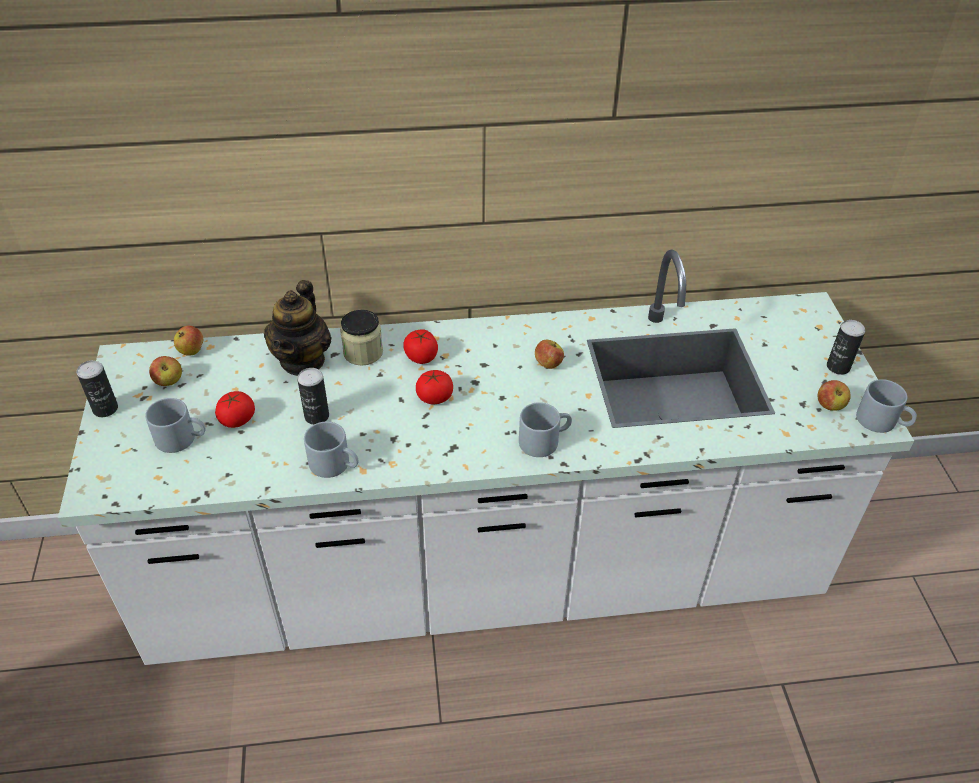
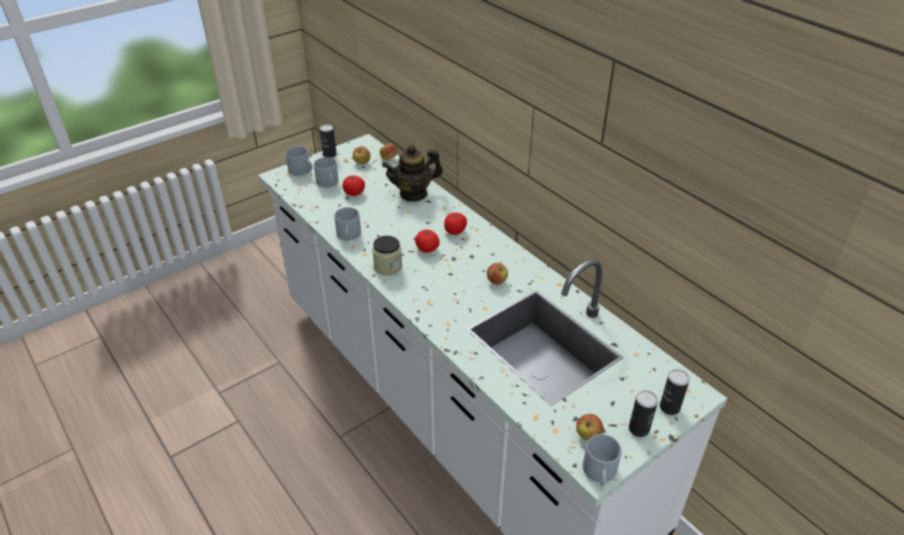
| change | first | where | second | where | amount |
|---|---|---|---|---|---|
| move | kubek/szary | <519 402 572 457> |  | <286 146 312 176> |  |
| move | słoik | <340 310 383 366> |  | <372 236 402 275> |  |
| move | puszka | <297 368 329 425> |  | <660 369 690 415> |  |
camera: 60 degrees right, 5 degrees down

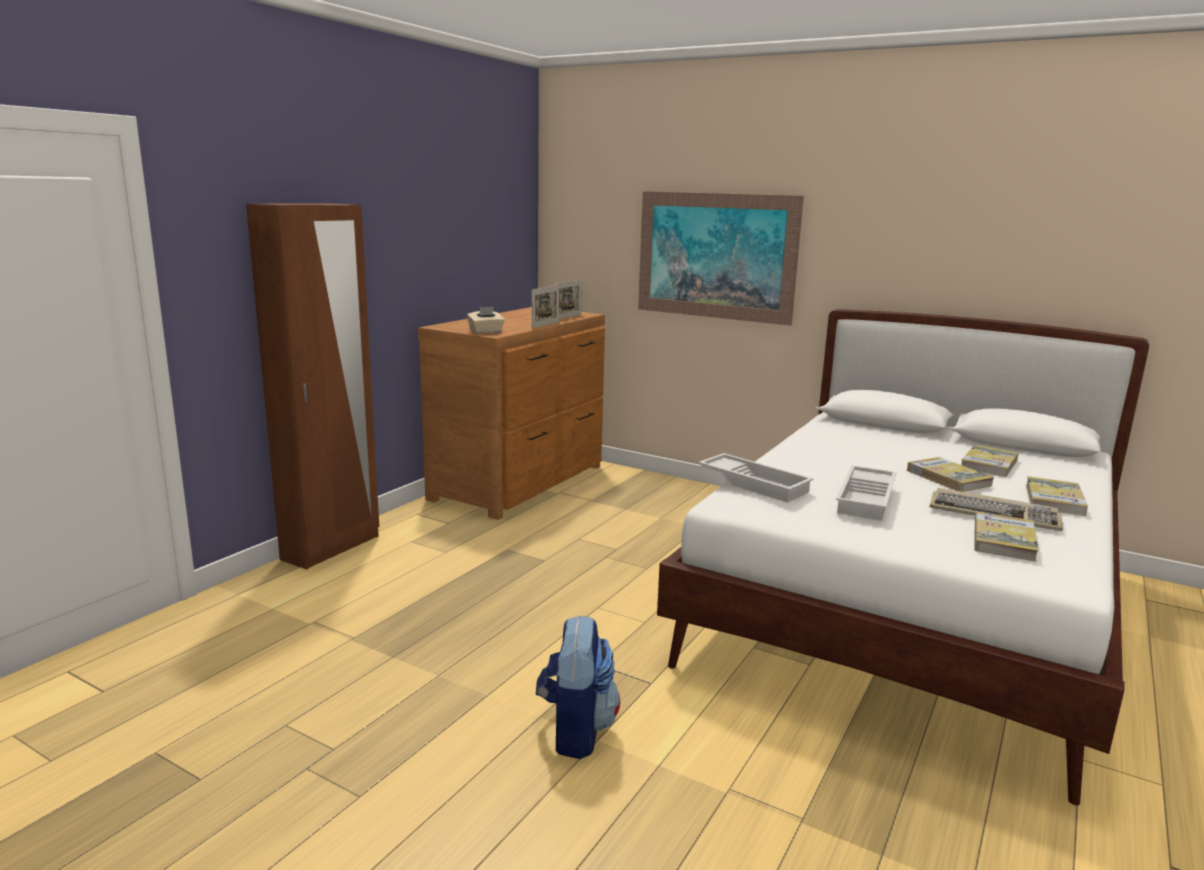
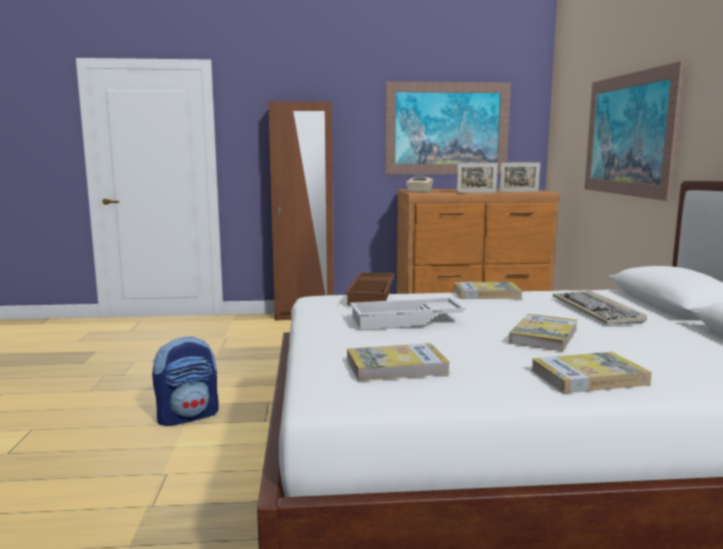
| change | first | where | second | where | amount |
|---|---|---|---|---|---|
| recolor | taca/biały | <698 453 814 503> | taca/brązowy | <345 273 395 305> |  |
| insert |  |  | obraz | <385 81 511 174> |  |
| move | książka | <961 445 1018 477> |  | <454 282 522 299> |  |
| move | klawiatura | <930 488 1063 531> |  | <553 291 647 324> |  |
camera: 55 degrees right, 5 degrees down

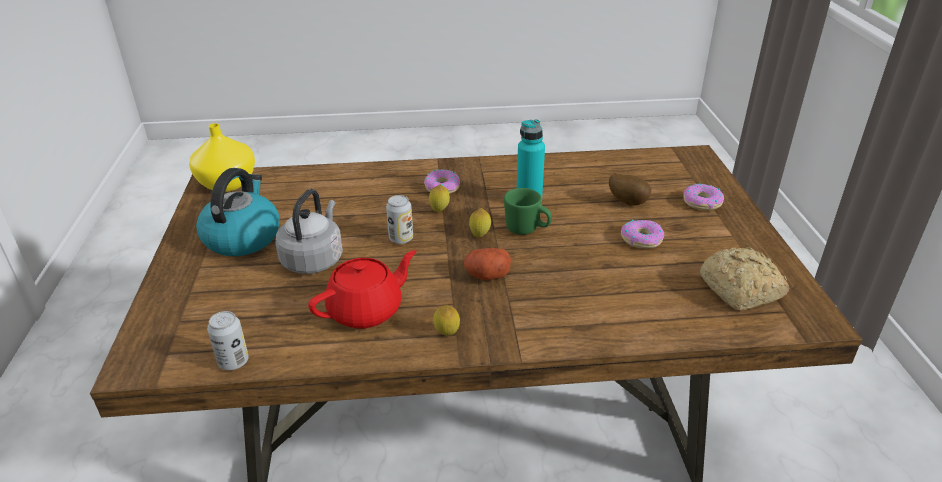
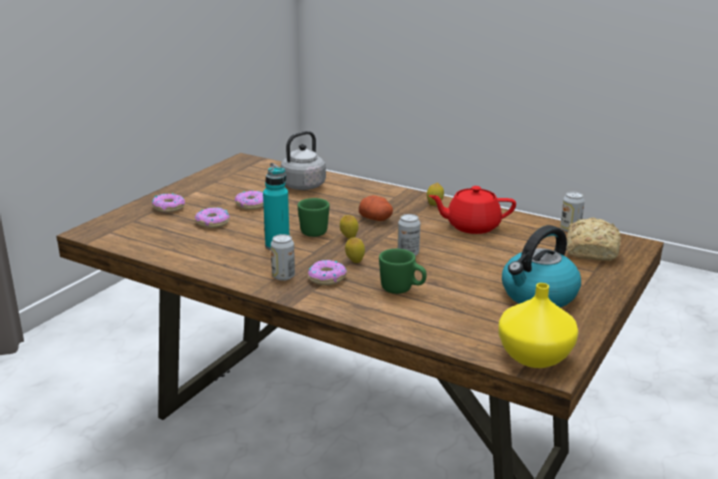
| change | first | where | second | where | amount |
|---|---|---|---|---|---|
| replace | ziemniak | <609 173 651 206> | donut | <194 207 230 228> |  |
| move | czajnik/szary | <275 189 343 274> |  | <270 131 326 190> |  |
| insert |  |  | puszka | <271 234 295 281> |  |
| insert |  |  | kubek/zielony | <379 249 427 294> |  |
| move | chleb | <700 247 789 310> |  | <567 218 621 261> |  |
camera: 145 degrees left, 10 degrees down

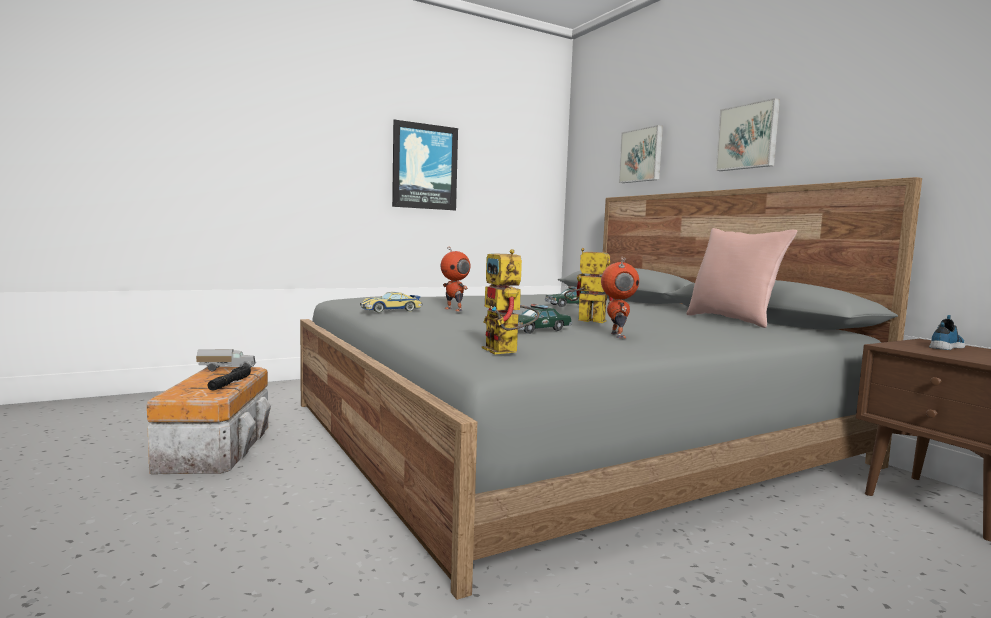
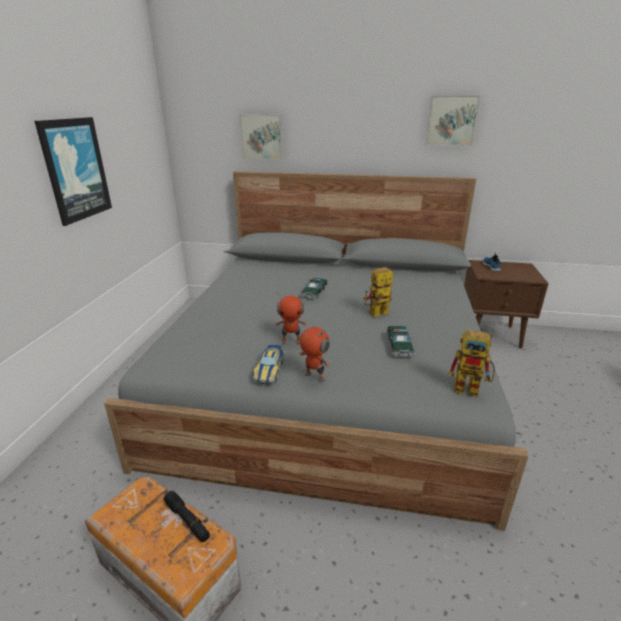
| change | first | where | second | where | amount |
|---|---|---|---|---|---|
| move | robot zabawkowy | <601 257 639 338> |  | <299 327 330 382> |  |
| move | obraz | <715 98 780 171> |  | <426 96 480 146> |  |
| delete | ciężarówka zabawkowa | <196 349 256 371> |  |  |  |
| delete | poduszka/różowy | <686 228 797 328> |  |  |  |
camera: 50 degrees left, 20 degrees up

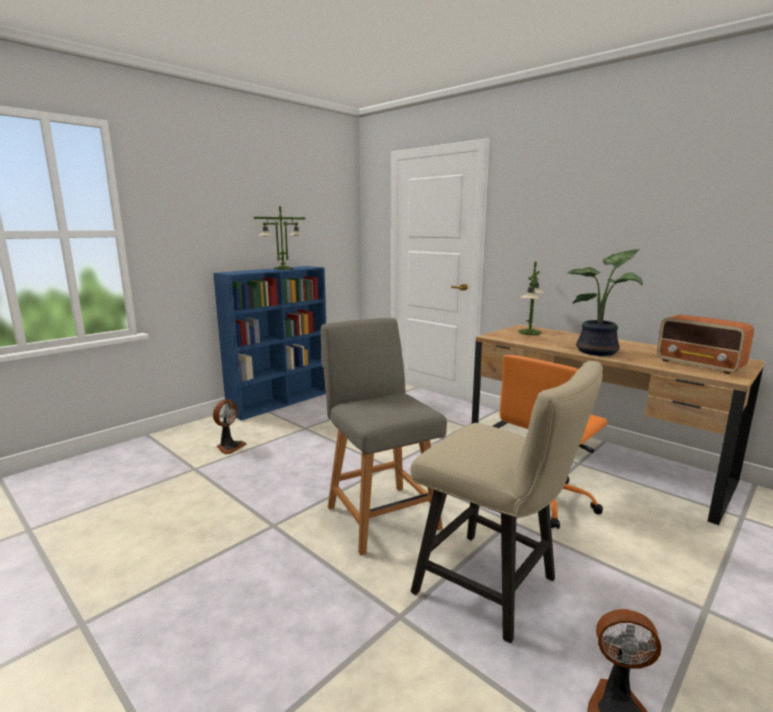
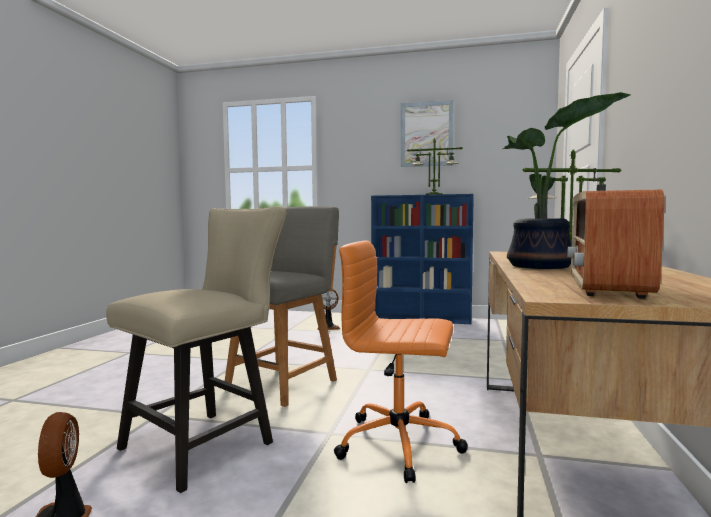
| change | first | where | second | where | amount |
|---|---|---|---|---|---|
| rotate | krzesło/beżowy | <411 361 603 643> |  | <106 206 287 493> | 150 degrees counterclockwise |
| insert |  |  | obraz | <401 100 454 167> |  |
camera: 60 degrees right, 10 degrees down

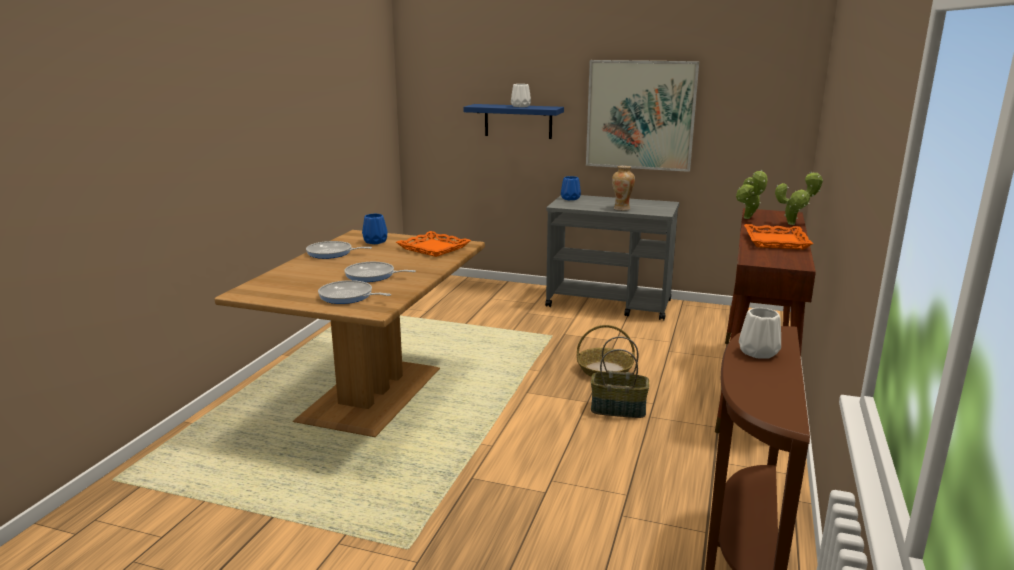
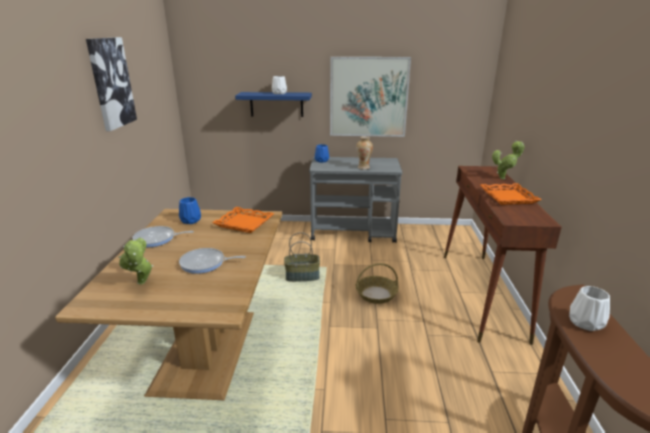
| change | first | where | second | where | amount |
|---|---|---|---|---|---|
| insert |  |  | obraz | <86 37 137 131> |  |
| move | roślina doniczkowa | <736 170 768 219> |  | <118 237 153 284> |  |
| move | koszyk | <591 336 649 418> |  | <284 232 320 282> |  |
| delete | patelnia | <318 280 391 304> |  |  |  |
camera: 15 degrees left, 5 degrees up

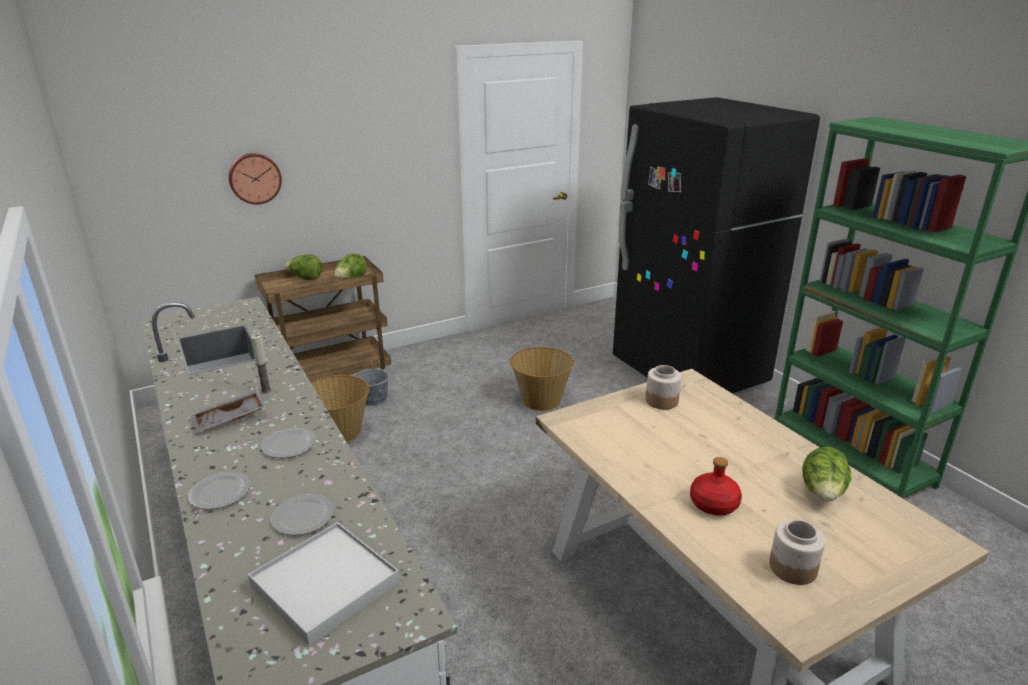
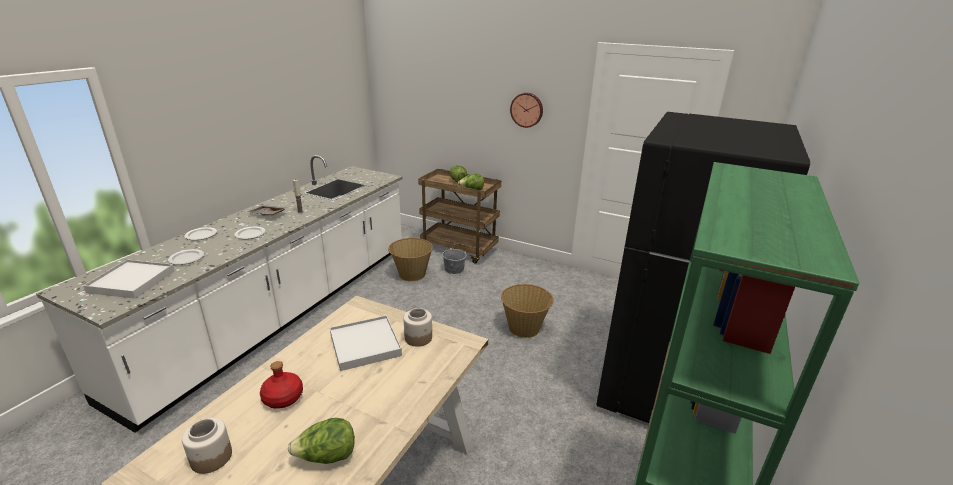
| change | first | where | second | where | amount |
|---|---|---|---|---|---|
| insert |  |  | taca/biały | <330 315 402 371> |  |
| move | zegar ścienny | <229 153 282 205> |  | <510 93 543 128> |  |
camera: 55 degrees right, 0 degrees up

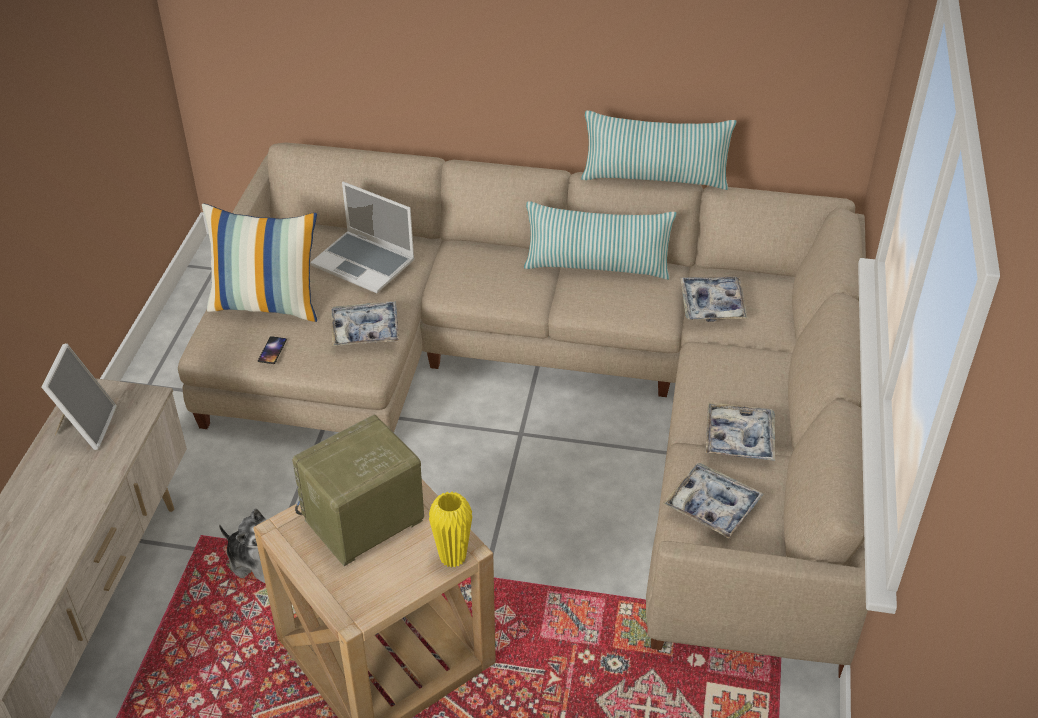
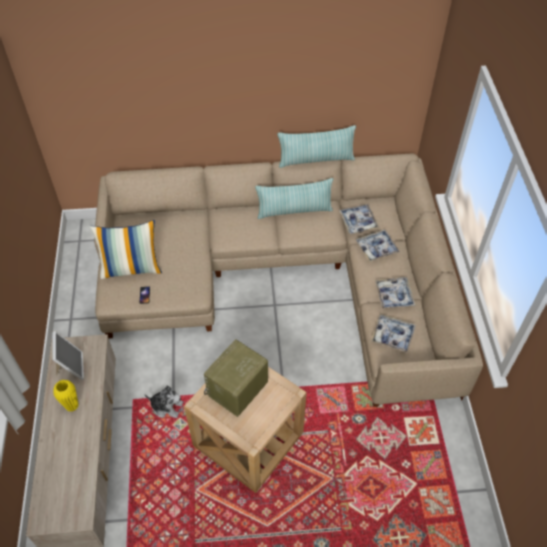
| change | first | where | second | where | amount |
|---|---|---|---|---|---|
| move | wazon/żółty | <429 492 472 568> |  | <53 380 79 412> |  |
| move | taca | <331 301 399 346> |  | <356 230 400 262> |  |
| delete | laptop | <310 181 415 293> |  |  |  |
camera: 15 degrees left, 10 degrees up

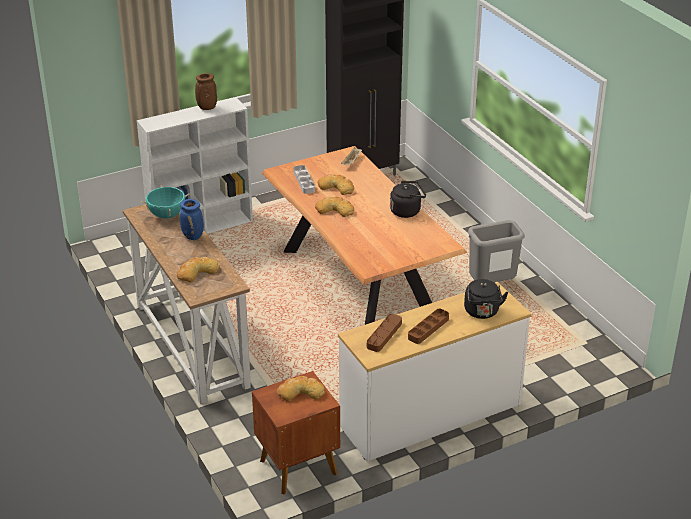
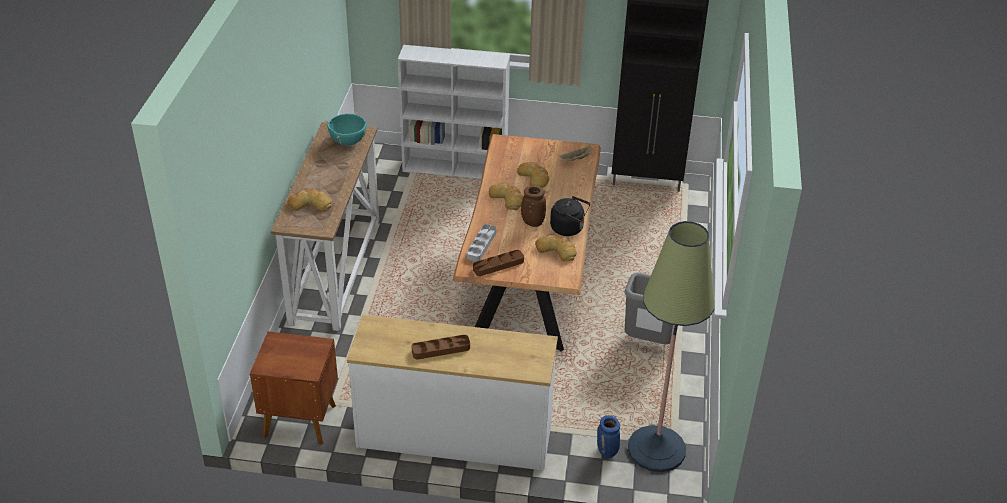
| change | first | where | second | where | amount |
|---|---|---|---|---|---|
| move | taca/szary | <293 165 315 194> |  | <467 224 496 262> |  |
| move | taca/brązowy | <367 314 402 352> |  | <473 250 524 276> |  |
| move | wazon/brązowy | <195 73 217 110> |  | <521 186 546 227> |  |
| move | chleb | <277 376 325 402> |  | <535 235 577 261> |  |
| move | wazon/niebieski | <179 199 204 240> |  | <597 415 620 458> |  |
| insert |  |  | lampa stojąca | <628 221 715 472> |  |
| delete | czajnik/czarny | <464 279 508 319> |  |  |  |
camera: 35 degrees right, 5 degrees up

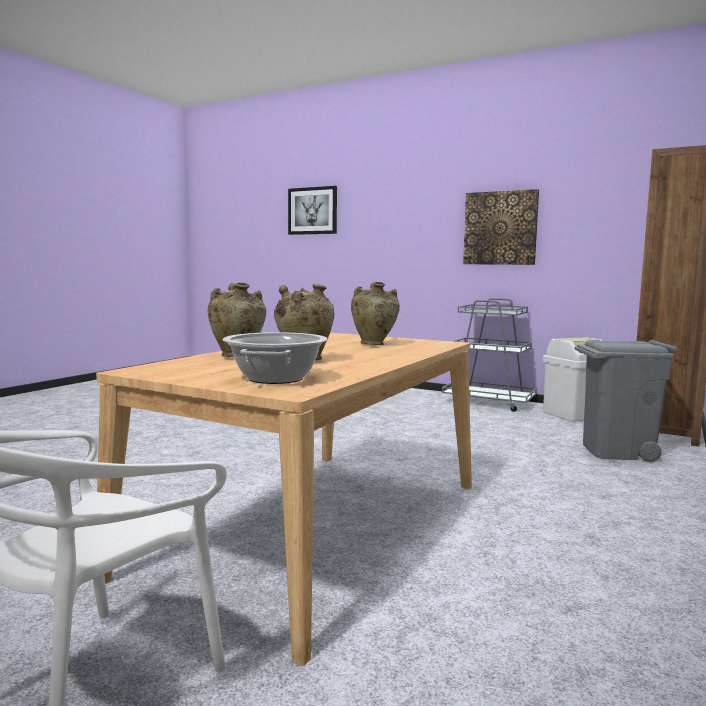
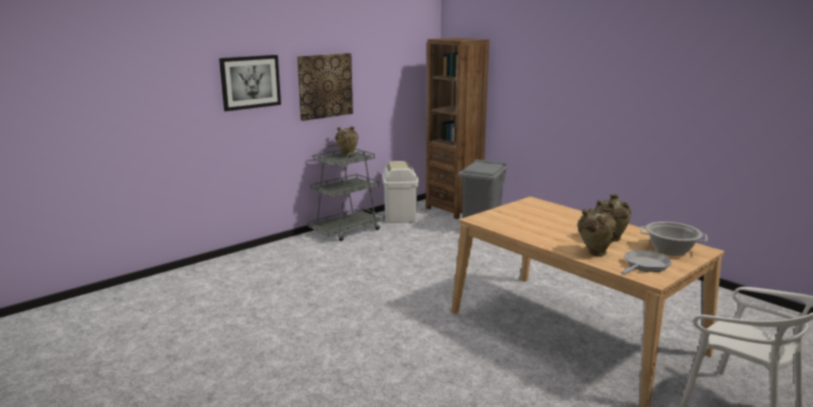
| change | first | where | second | where | amount |
|---|---|---|---|---|---|
| move | obraz | <288 186 337 235> |  | <219 55 281 111> |  |
| move | wazon/beżowy | <351 282 400 345> |  | <335 127 358 156> |  |
| insert |  |  | patelnia | <621 250 672 274> |  |
camera: 70 degrees left, 10 degrees up

